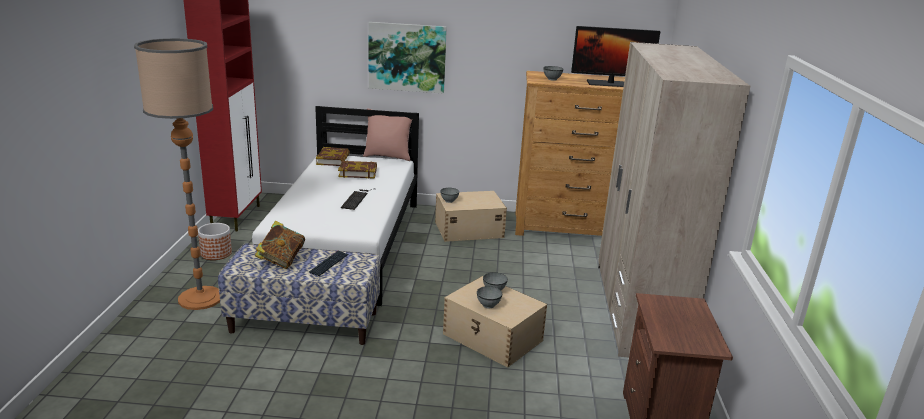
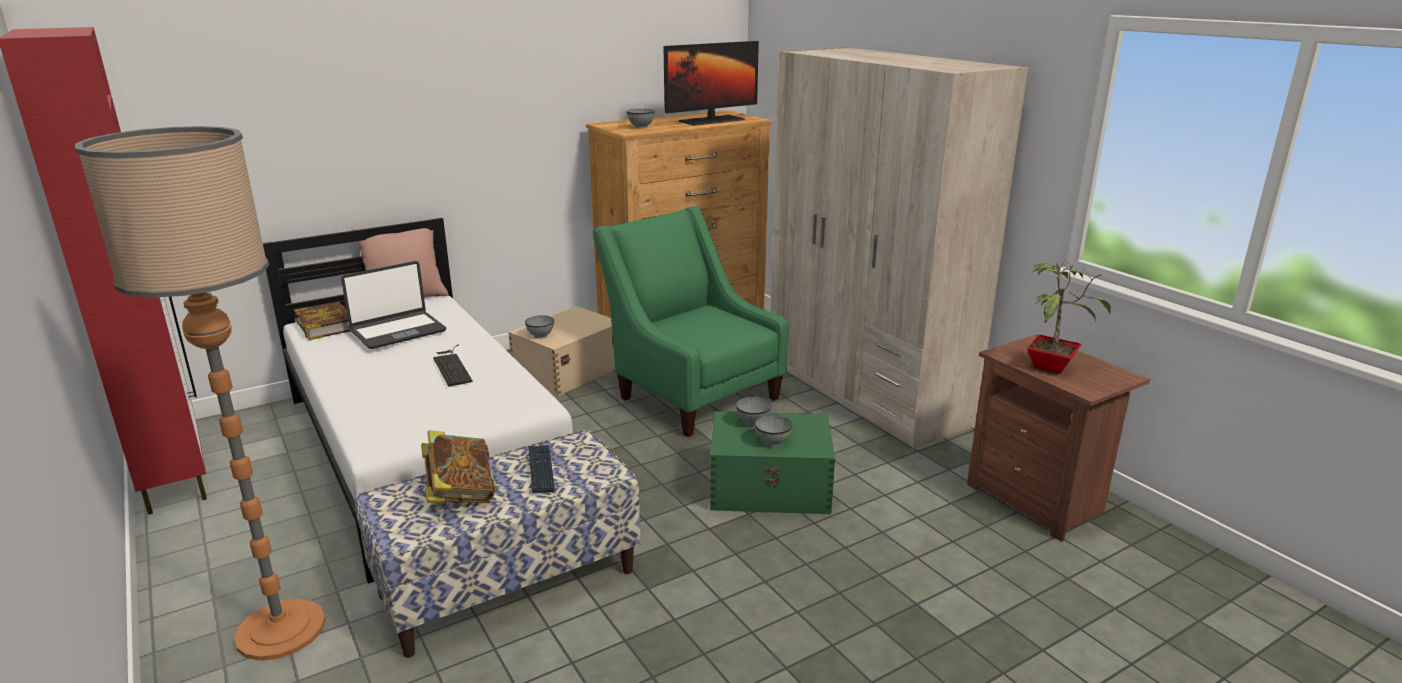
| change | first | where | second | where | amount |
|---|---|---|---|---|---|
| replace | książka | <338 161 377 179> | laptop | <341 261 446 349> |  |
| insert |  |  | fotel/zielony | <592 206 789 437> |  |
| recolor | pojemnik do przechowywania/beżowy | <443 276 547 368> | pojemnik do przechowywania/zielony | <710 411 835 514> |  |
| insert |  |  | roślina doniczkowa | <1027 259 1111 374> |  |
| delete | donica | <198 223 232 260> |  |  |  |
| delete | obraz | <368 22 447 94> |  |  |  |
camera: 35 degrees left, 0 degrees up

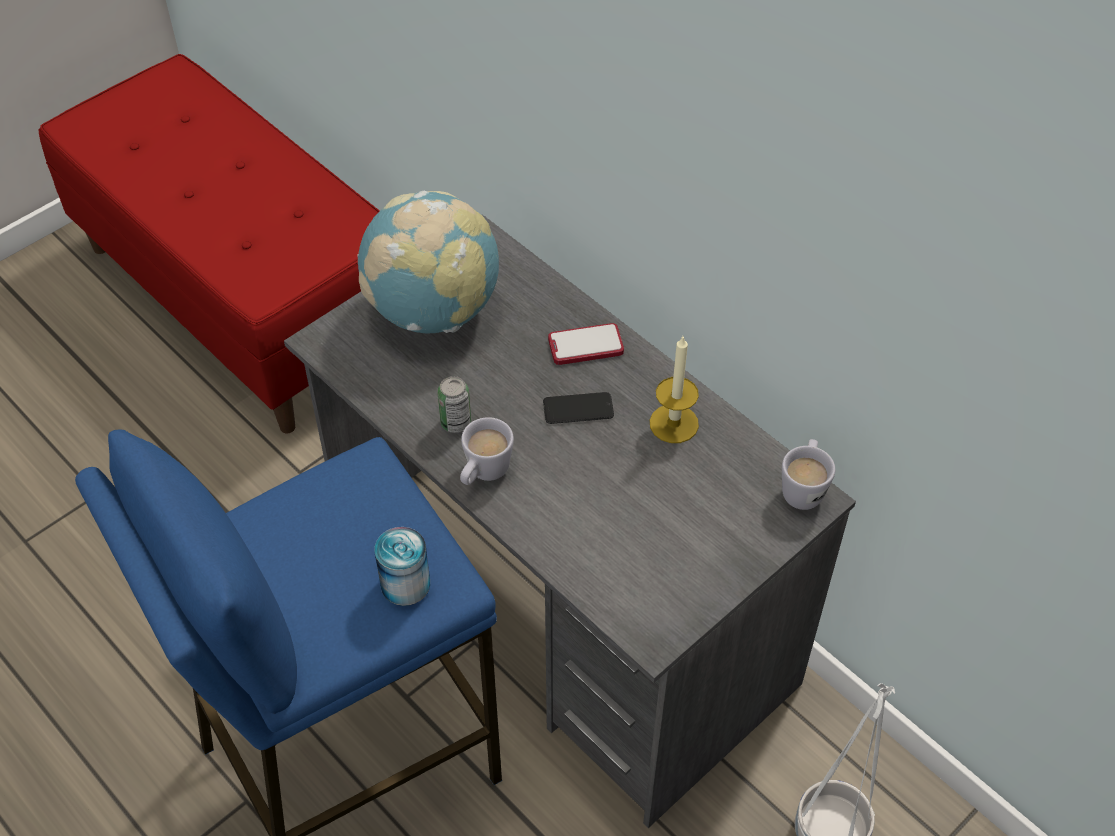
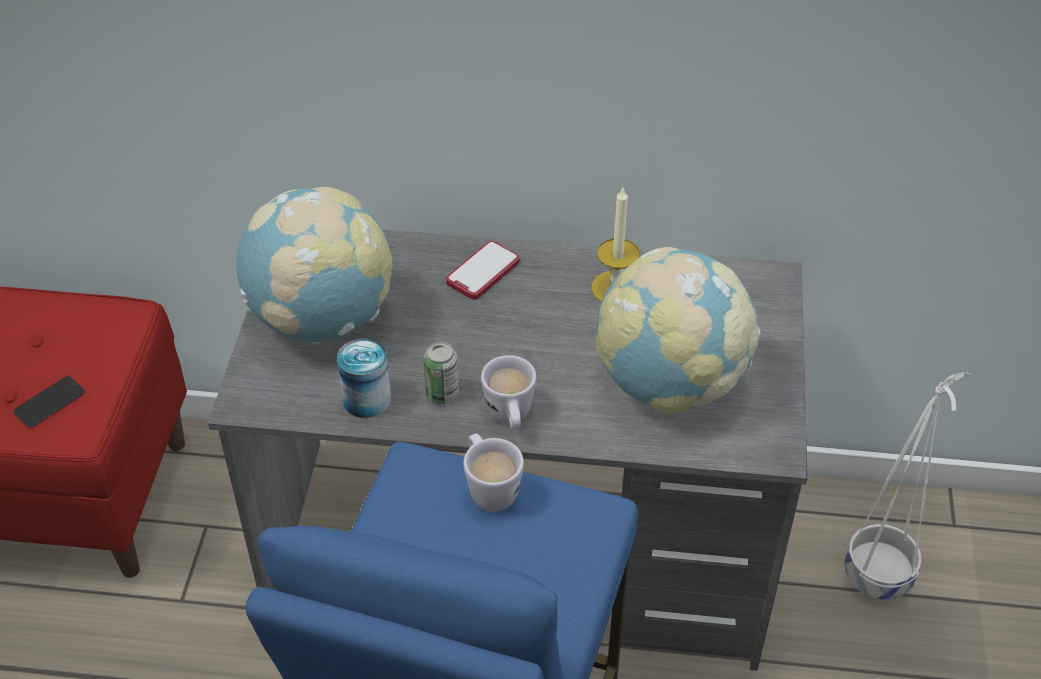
| change | first | where | second | where | amount |
|---|---|---|---|---|---|
| move | telefon | <543 392 614 424> |  | <14 376 85 427> |  |
| move | puszka | <374 527 430 606> |  | <337 338 391 418> |  |
| move | kubek/biały | <782 439 835 510> |  | <463 434 524 512> |  |
| insert |  |  | globus | <596 247 760 414> |  |
camera: 40 degrees left, 5 degrees down

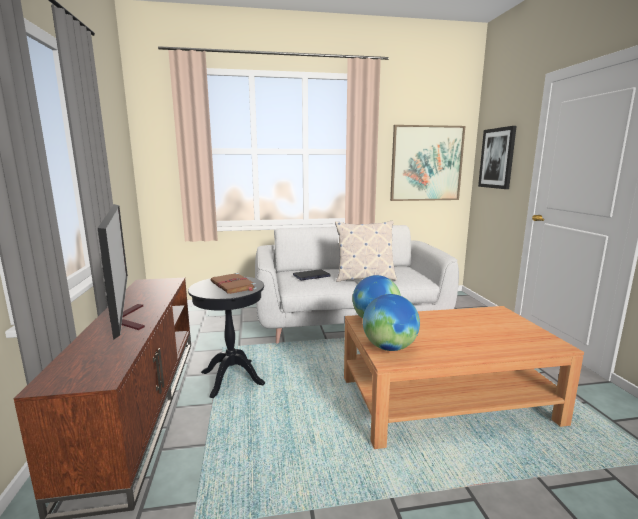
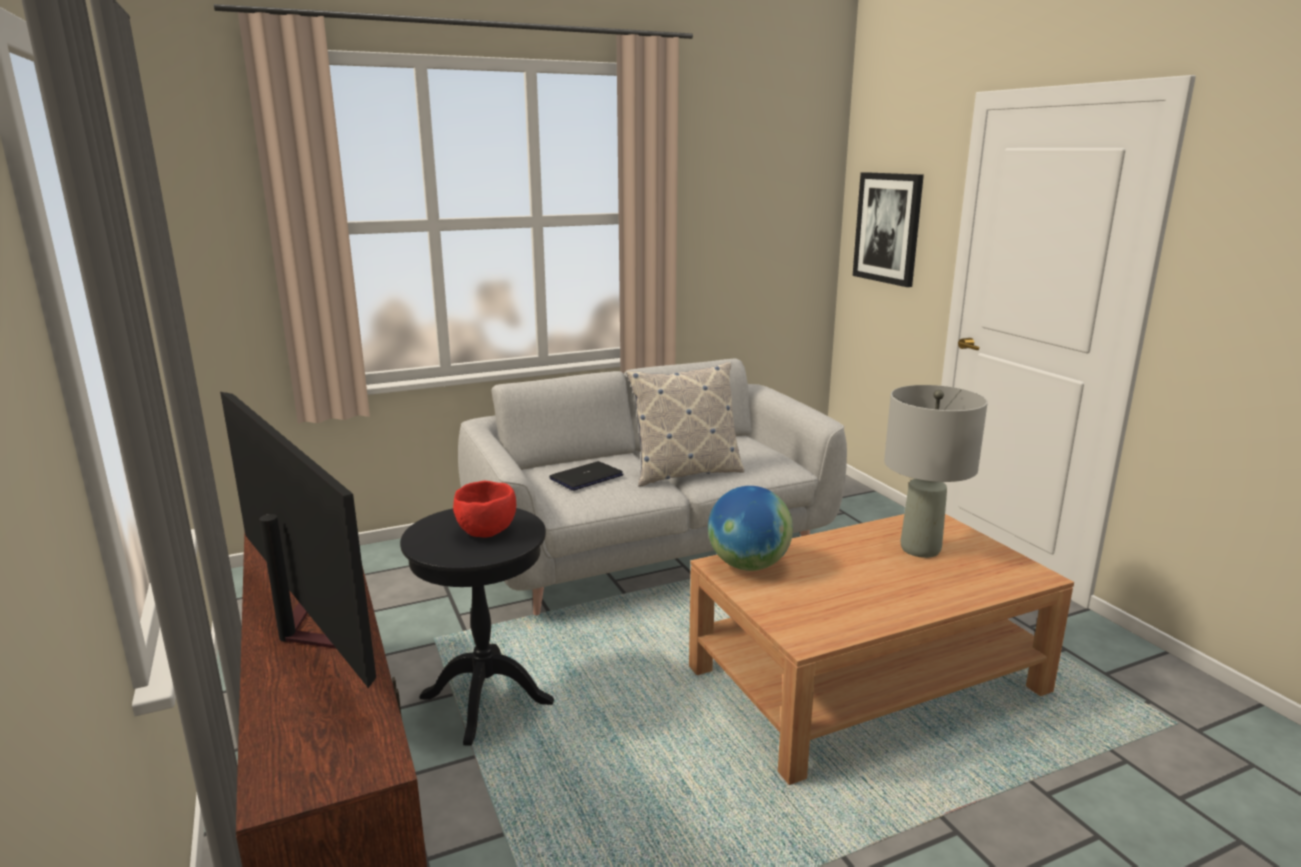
| change | first | where | second | where | amount |
|---|---|---|---|---|---|
| replace | książka/brązowy | <211 273 257 294> | miska/czerwony | <453 481 516 537> |  |
| insert |  |  | lampa stołowa/szary | <884 385 988 558> |  |
| delete | globus | <363 294 420 351> |  |  |  |
| delete | obraz | <390 125 465 201> |  |  |  |
camera: 15 degrees left, 5 degrees up

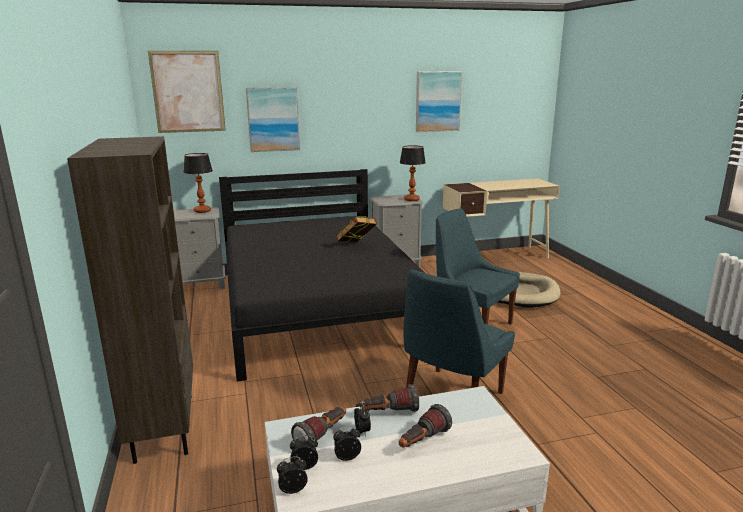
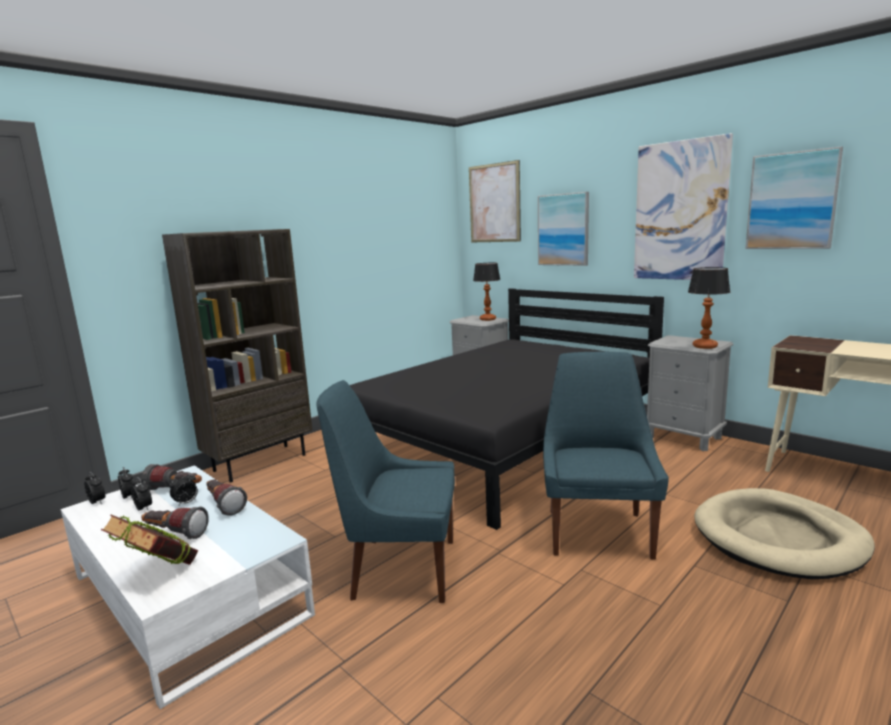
| change | first | where | second | where | amount |
|---|---|---|---|---|---|
| move | książka | <336 216 377 243> |  | <101 515 198 565> |  |
| insert |  |  | obraz | <634 133 733 280> |  |
camera: 60 degrees right, 5 degrees down

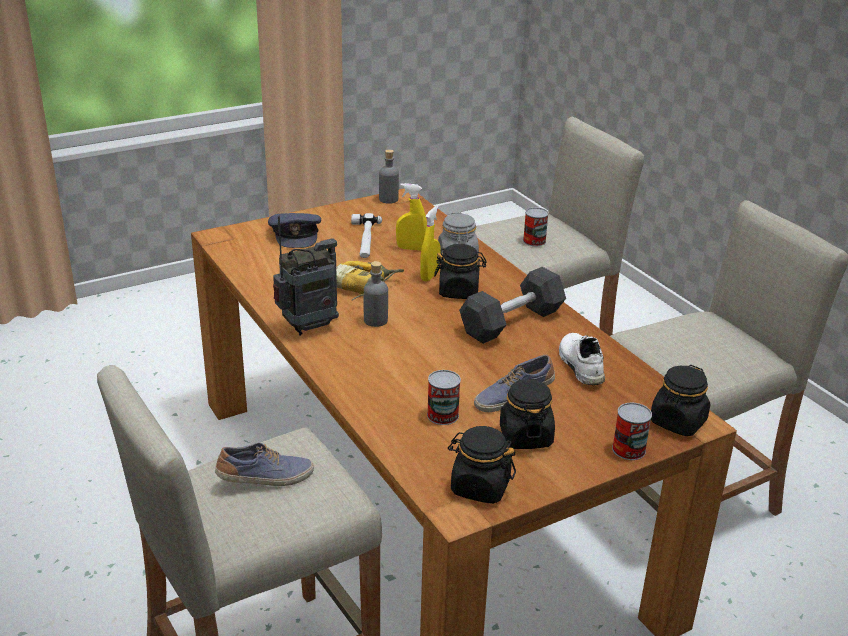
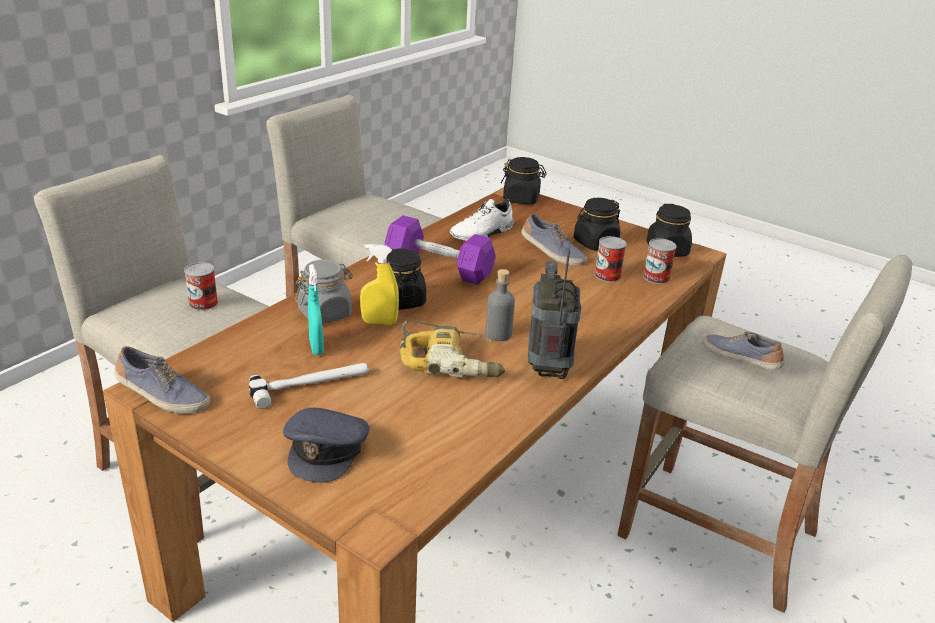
| change | first | where | second | where | amount |
|---|---|---|---|---|---|
| replace | butelka/szary | <379 149 399 204> | but | <114 346 210 413> |  |
| rotate | czapka z daszkiem/szary | <268 213 321 248> |  | <283 408 369 483> | 135 degrees clockwise |
| recolor | spryskiwacz/żółty | <396 183 427 250> | spryskiwacz/turkusowy | <308 264 324 355> |  |
| recolor | hantel/szary | <459 267 566 344> | hantel/fioletowy | <385 215 496 285> |  |
| rotate | radio | <273 215 339 336> |  | <528 249 581 379> | 60 degrees clockwise |
| move | puszka | <612 403 652 460> |  | <643 238 677 284> |  |
camera: 115 degrees left, 0 degrees up

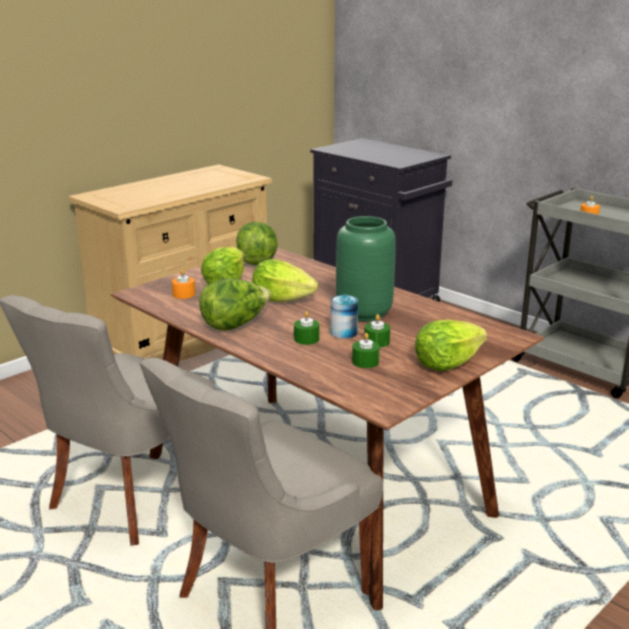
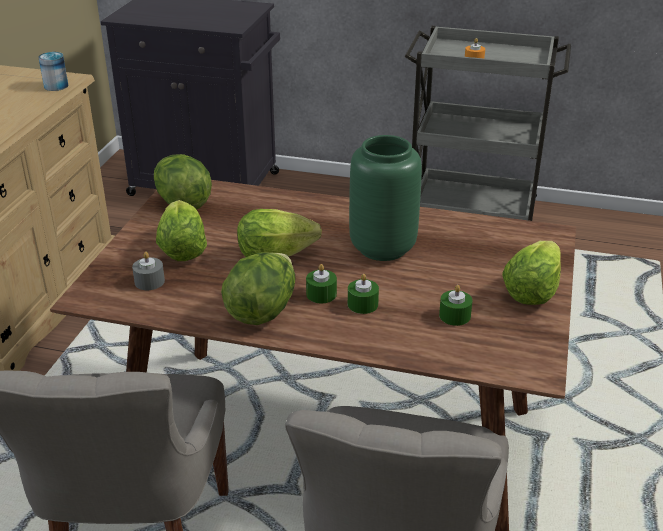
| change | first | where | second | where | amount |
|---|---|---|---|---|---|
| move | puszka | <331 295 358 339> |  | <38 52 68 91> |  |
| recolor | świeca/pomarańczowy | <172 269 195 299> | świeca/szary | <132 252 165 290> |  |
| move | świeca/zielony | <364 314 390 348> |  | <306 264 337 303> |  |
camera: 30 degrees left, 10 degrees up

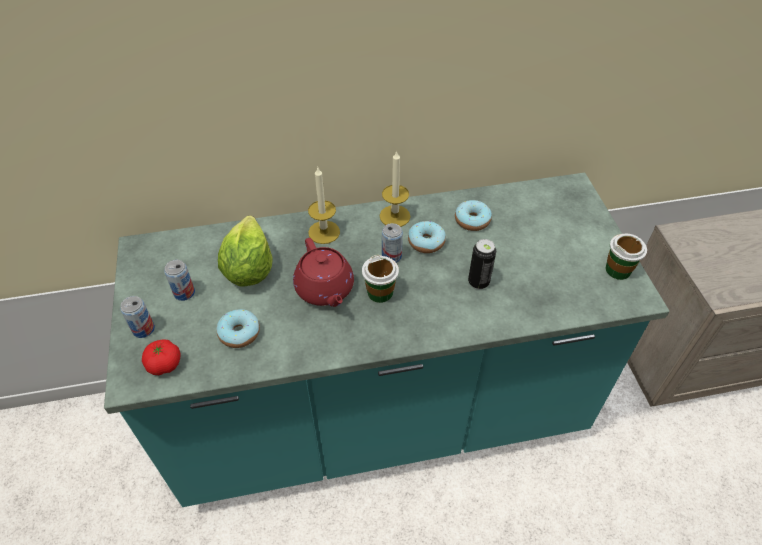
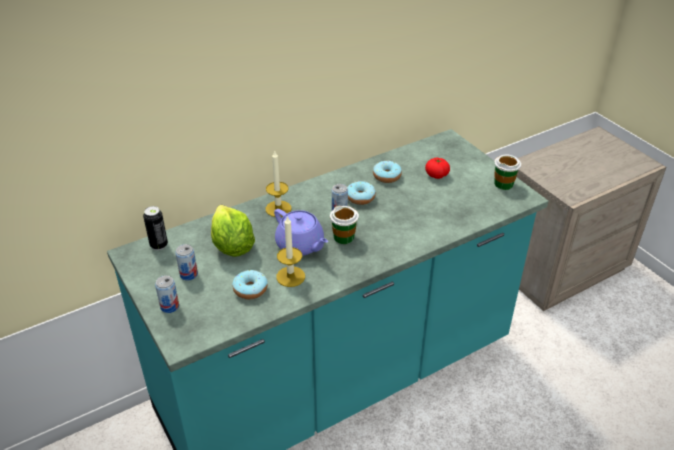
| change | first | where | second | where | amount |
|---|---|---|---|---|---|
| move | puszka | <468 239 496 289> |  | <143 206 168 250> |  |
| recolor | imbryk/czerwony | <293 238 354 307> | imbryk/fioletowy | <274 209 328 256> |  |
| move | świeca | <380 150 411 227> |  | <276 216 305 287> |  |
| move | pomidor | <142 339 181 375> |  | <425 157 450 179> |  |
camera: 20 degrees left, 10 degrees down

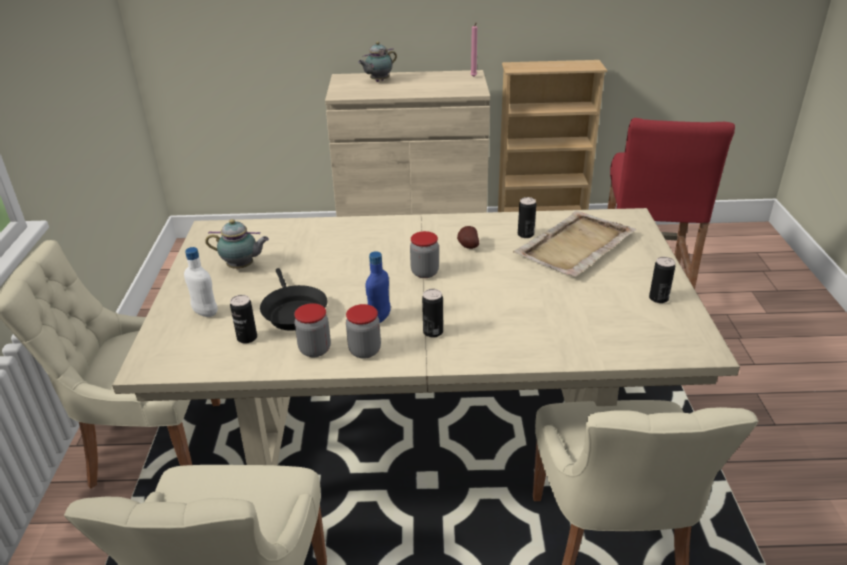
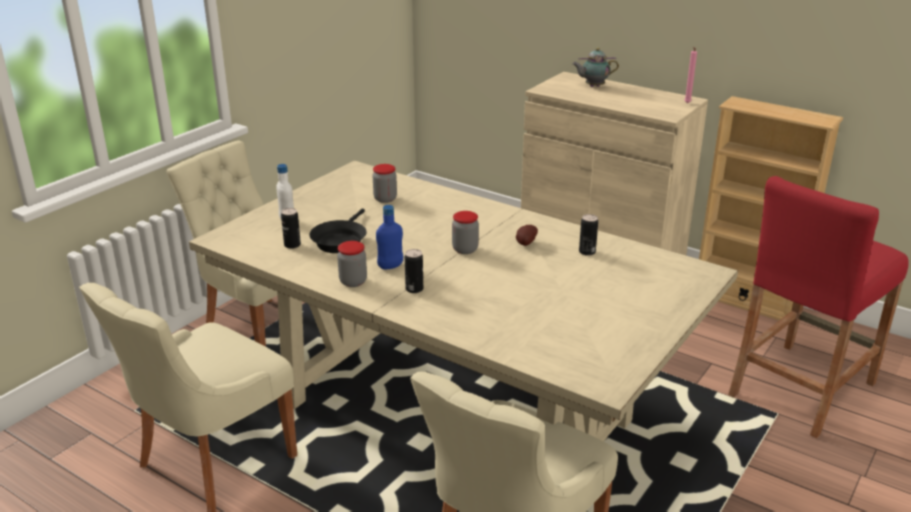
| change | first | where | second | where | amount |
|---|---|---|---|---|---|
| move | słoik | <294 303 331 357> |  | <373 164 397 203> |  |
| delete | imbryk | <205 219 269 269> |  |  |  |
| delete | taca/beżowy | <513 211 636 277> |  |  |  |
| delete | puszka | <649 257 675 303> |  |  |  |
camera: 35 degrees right, 5 degrees down

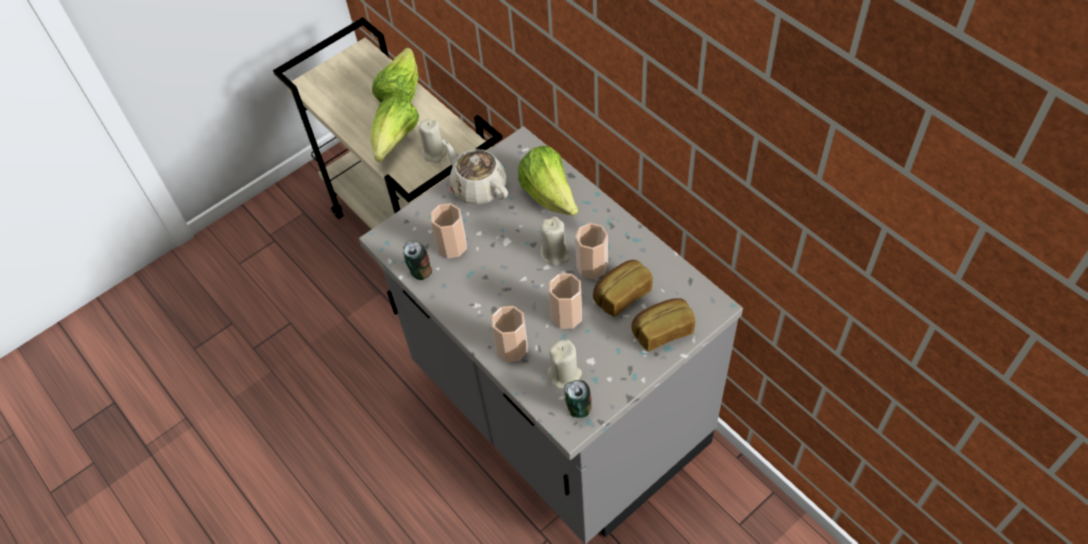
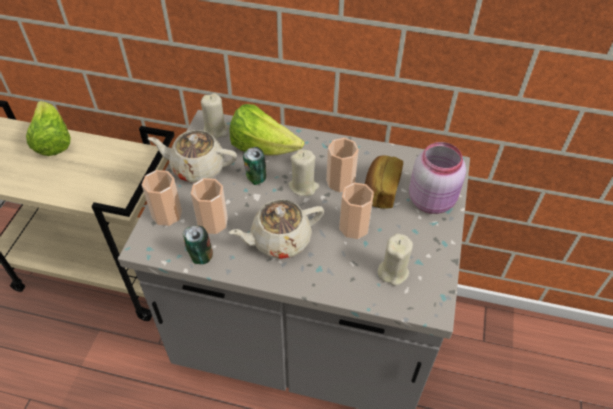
| change | first | where | second | where | amount |
|---|---|---|---|---|---|
| move | filiżanka | <491 306 528 362> |  | <142 170 182 226> |  |
| move | świeca/beżowy | <419 119 447 163> |  | <201 93 228 139> |  |
| insert |  |  | imbryk/beżowy | <229 199 324 259> |  |
| move | puszka | <564 380 592 418> |  | <243 147 266 185> |  |
| replace | chleb | <631 298 695 351> | słoik/różowy | <409 142 466 214> |  |
| delete | sałata | <371 96 419 162> |  |  |  |
camera: 40 degrees left, 5 degrees down

